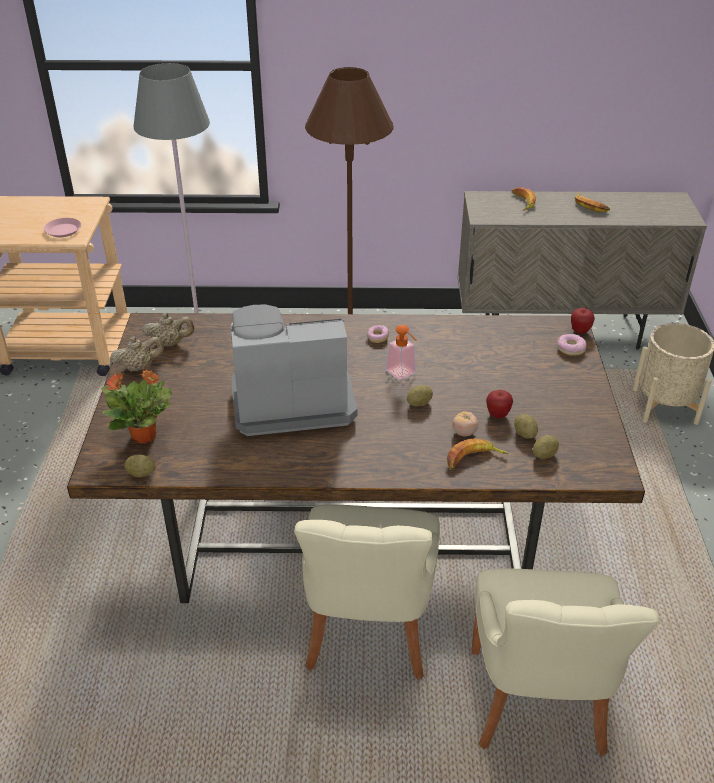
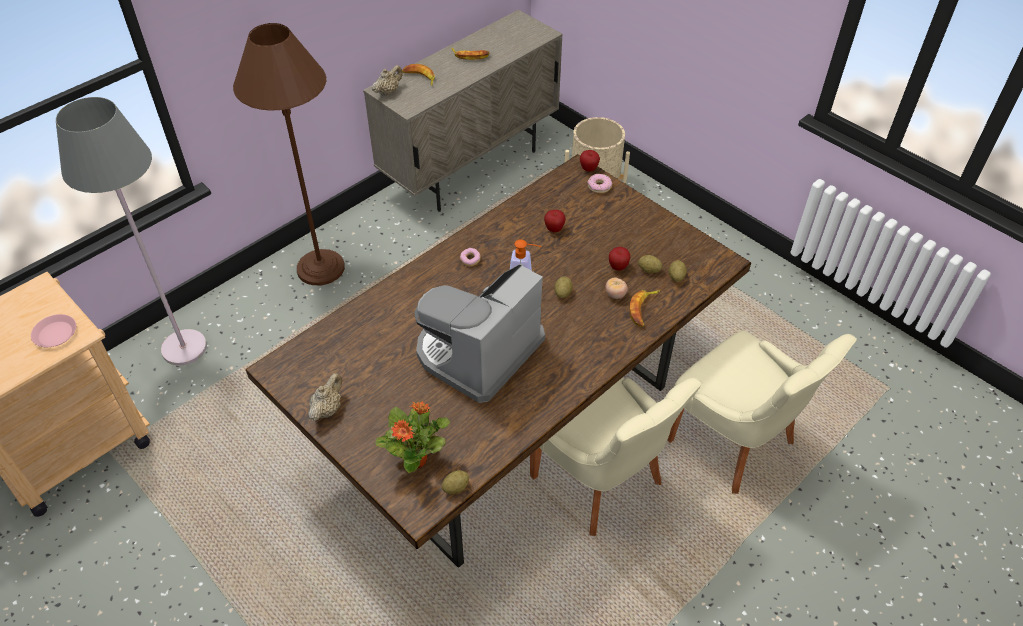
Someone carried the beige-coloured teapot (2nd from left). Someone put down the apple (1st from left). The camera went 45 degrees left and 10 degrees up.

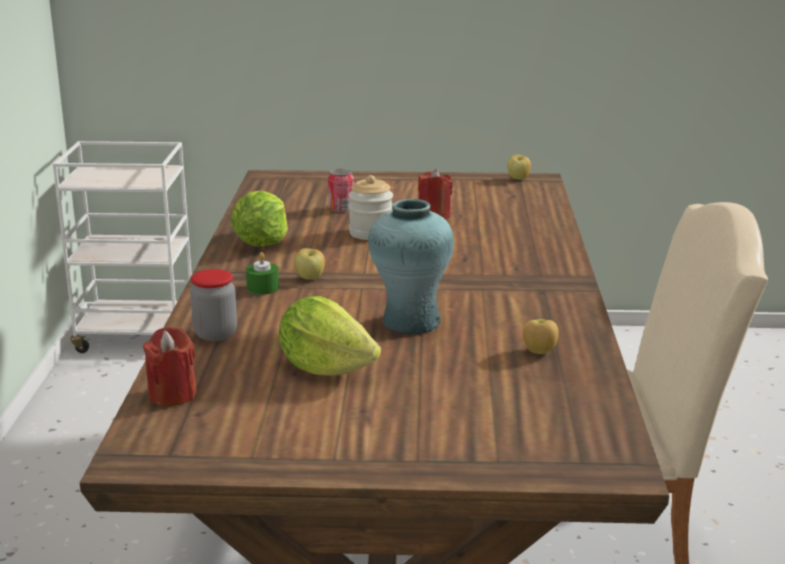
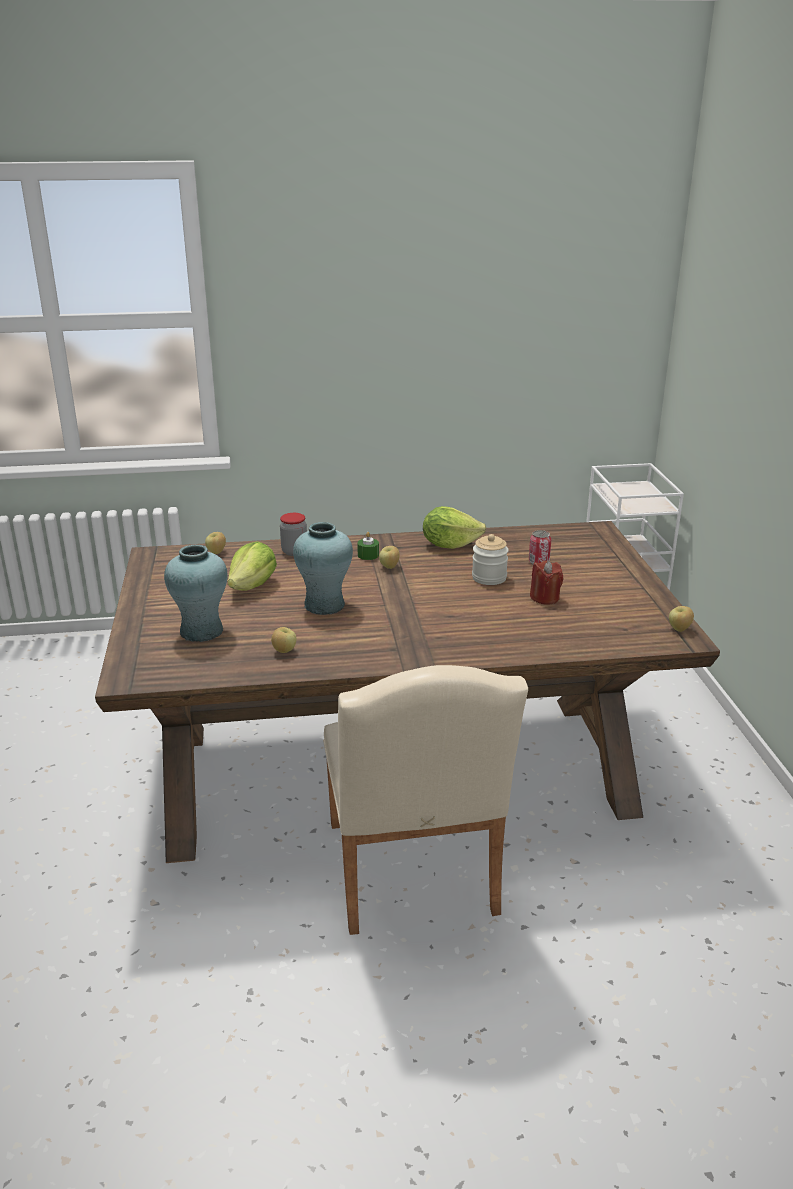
Someone swapped the reddish wax candle (1st from left) for the apple (1st from left). Someone put down the blue-green decorative vase (1st from left). The camera went 80 degrees right and 5 degrees up.

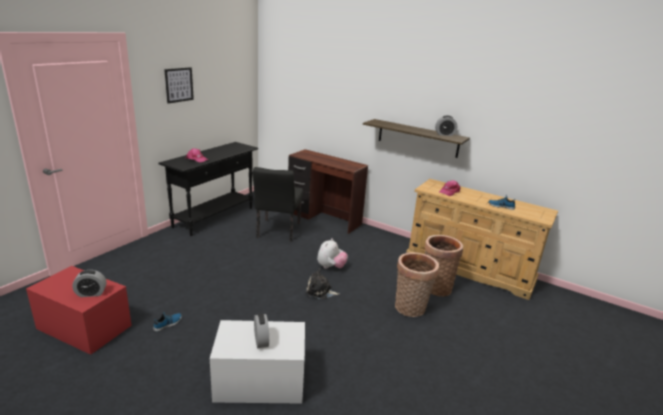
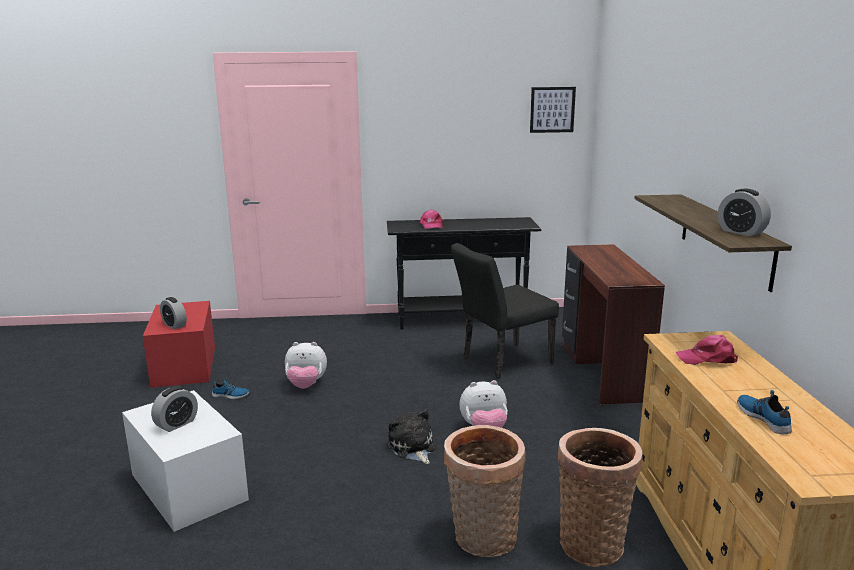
Someone carried the wall art. Someone put down the cuddly toy (1st from left). The camera went 55 degrees right and 5 degrees down.

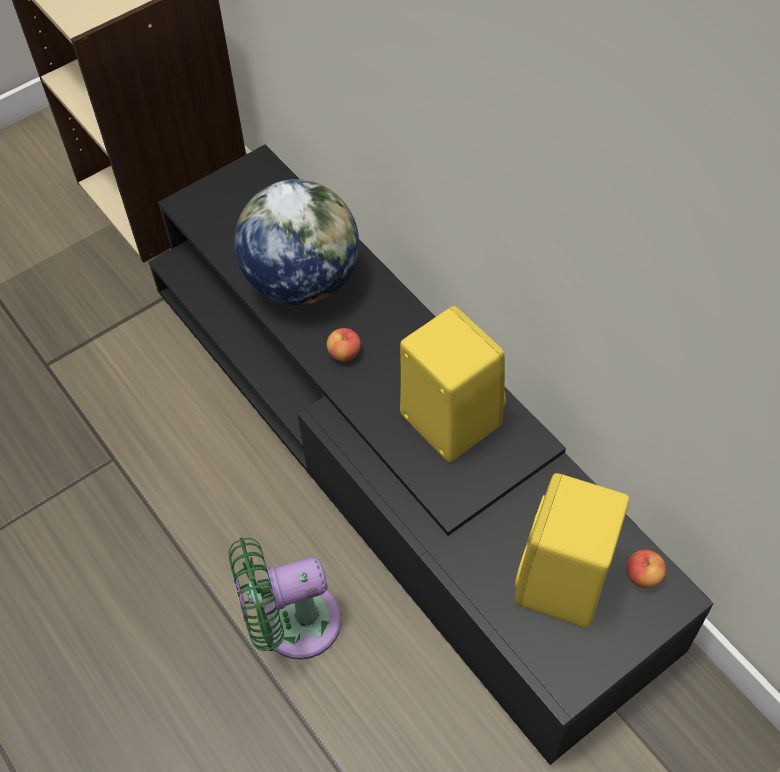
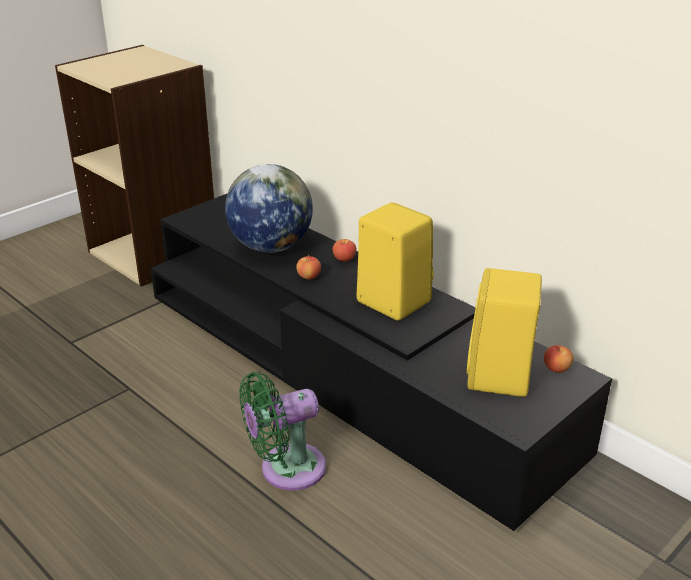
Someone put down the apple (2nd from left). The camera went 10 degrees left and 25 degrees down.

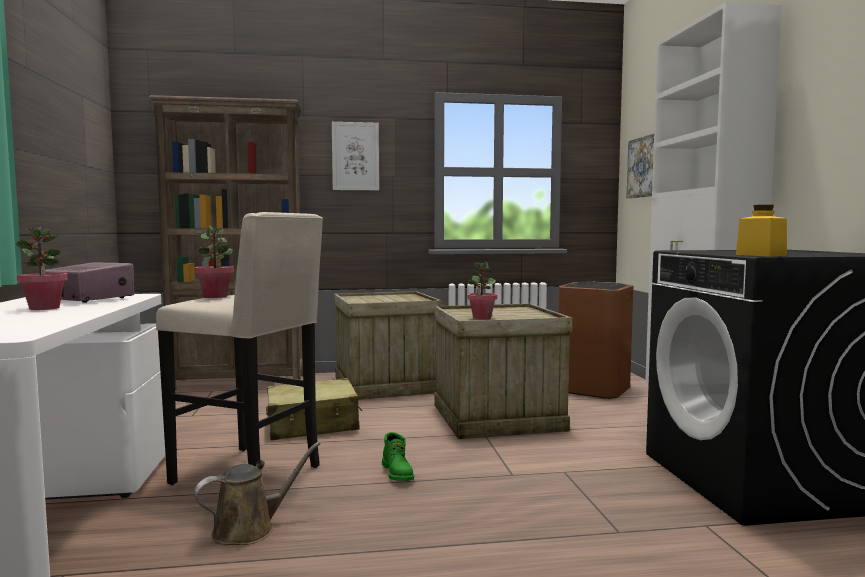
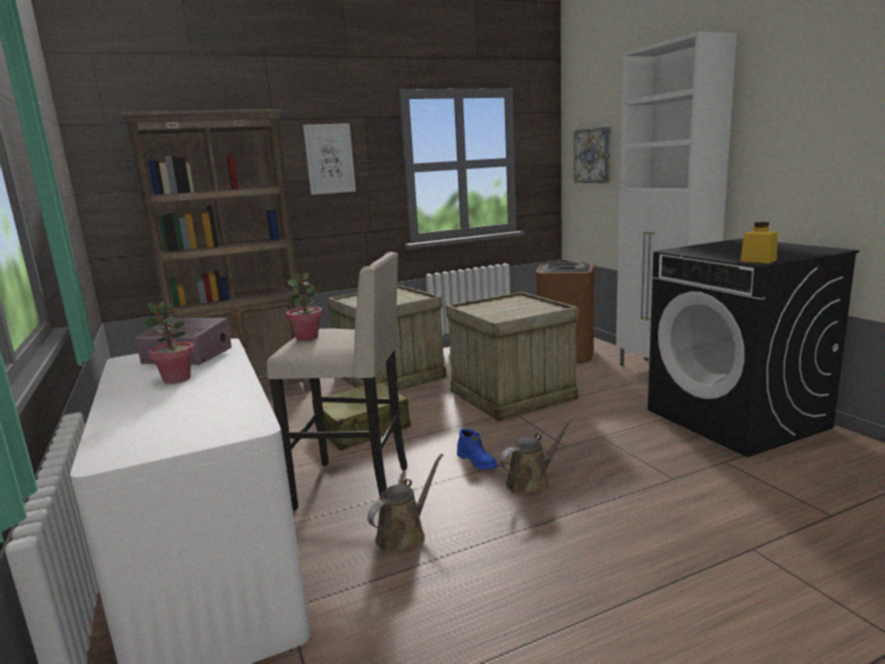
Someone took away the plant in a pot (3rd from left). Someone repainted the green-coloured tall boot, which became the blue tall boot. Someone put down the brown-coloured watering can (2nd from left). The camera went 15 degrees left and 10 degrees up.

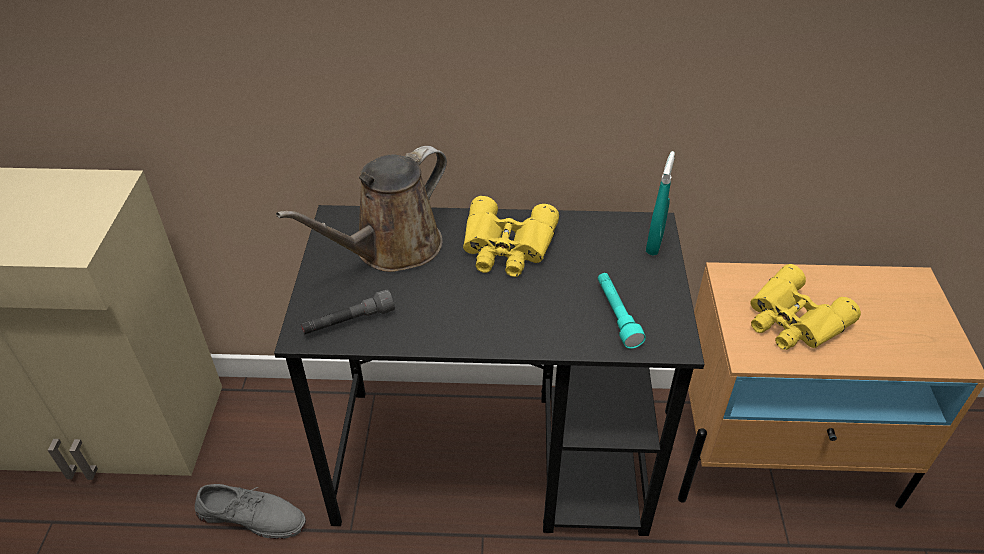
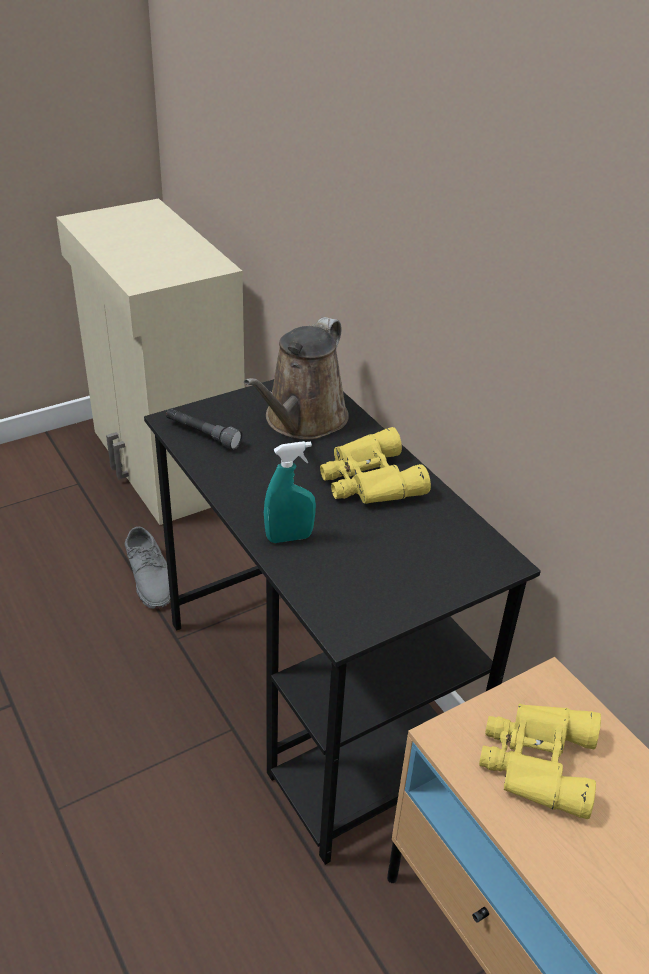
Someone rotated the brown-coloured watering can by 75 degrees counterclockwise. Someone carried the blue-green hand sprayer. Someone took away the blue-green hand torch. The camera went 55 degrees right and 5 degrees down.

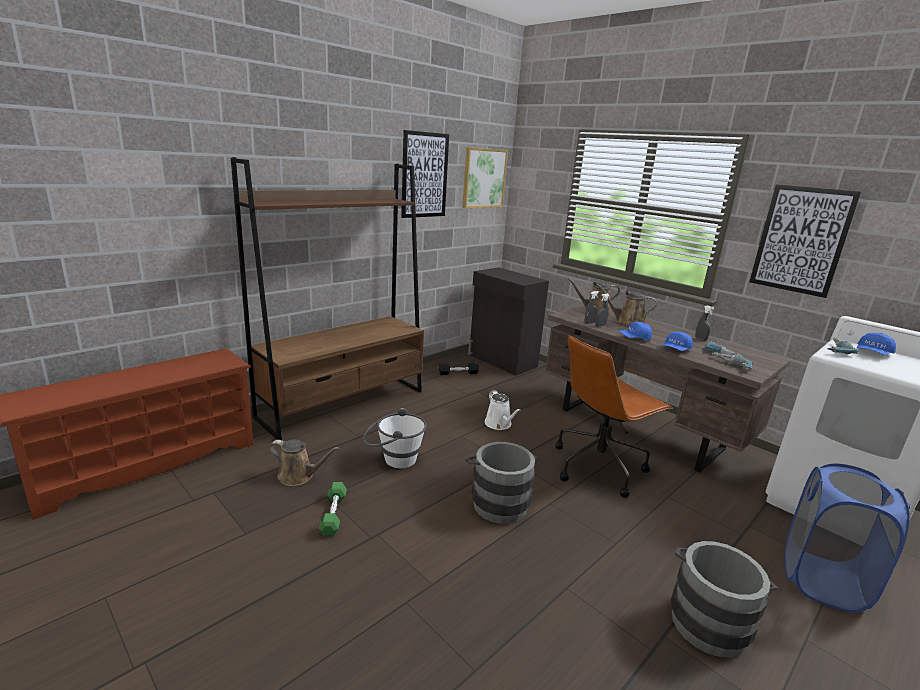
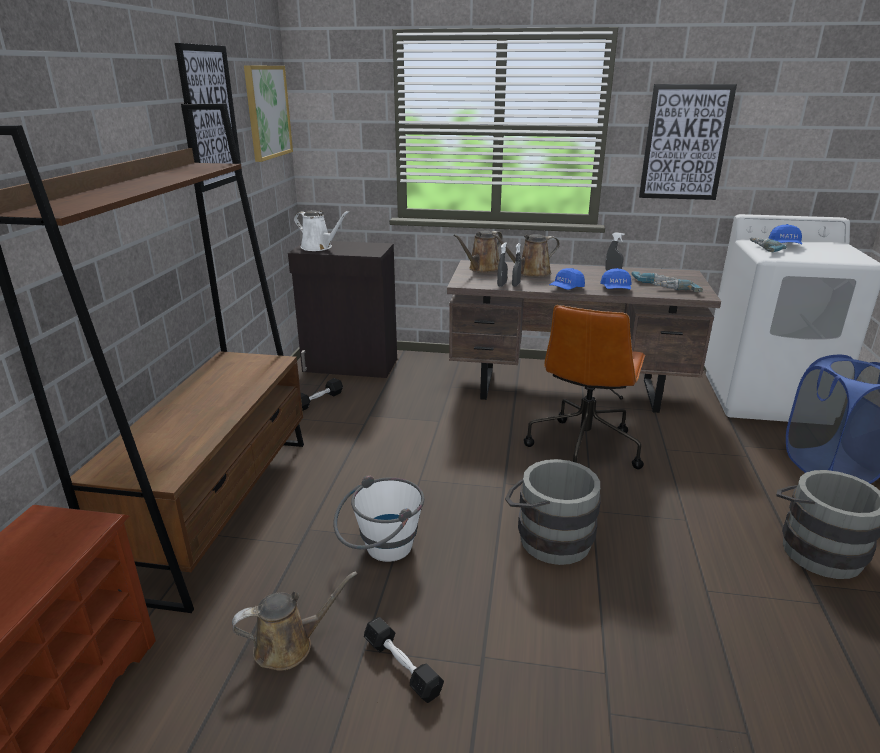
Someone carried the white watering can. Someone repainted the green-coloured dumbbell, which became the black-coloured dumbbell (2nd from left). The camera went 35 degrees left and 5 degrees up.

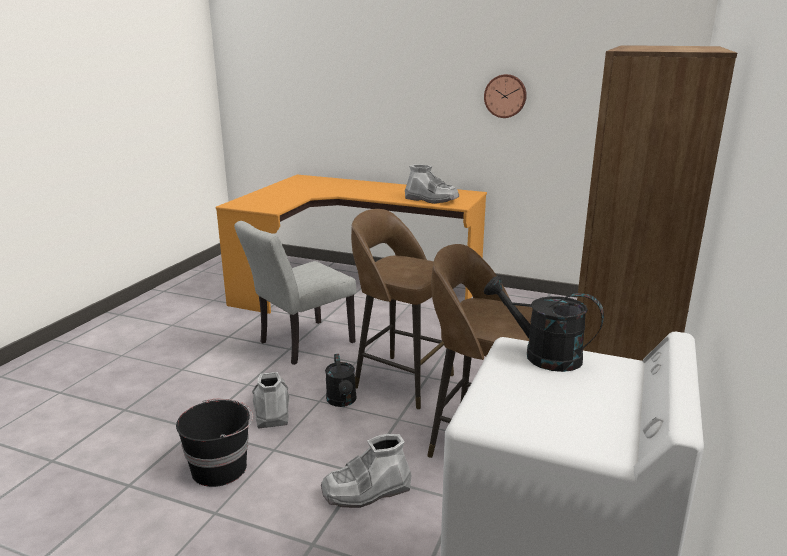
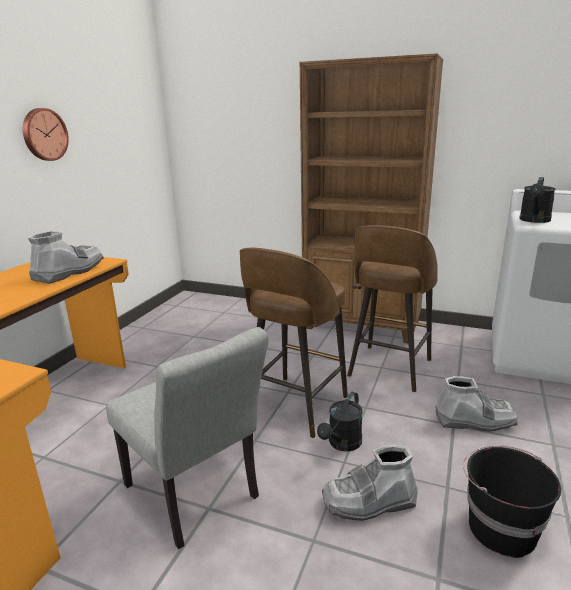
Someone rotated the black-coloured watering can (1st from left) by 135 degrees clockwise. Someone rotated the gray tall boot (2nd from left in the first image) by 60 degrees counterclockwise. The camera went 90 degrees left and 0 degrees up.

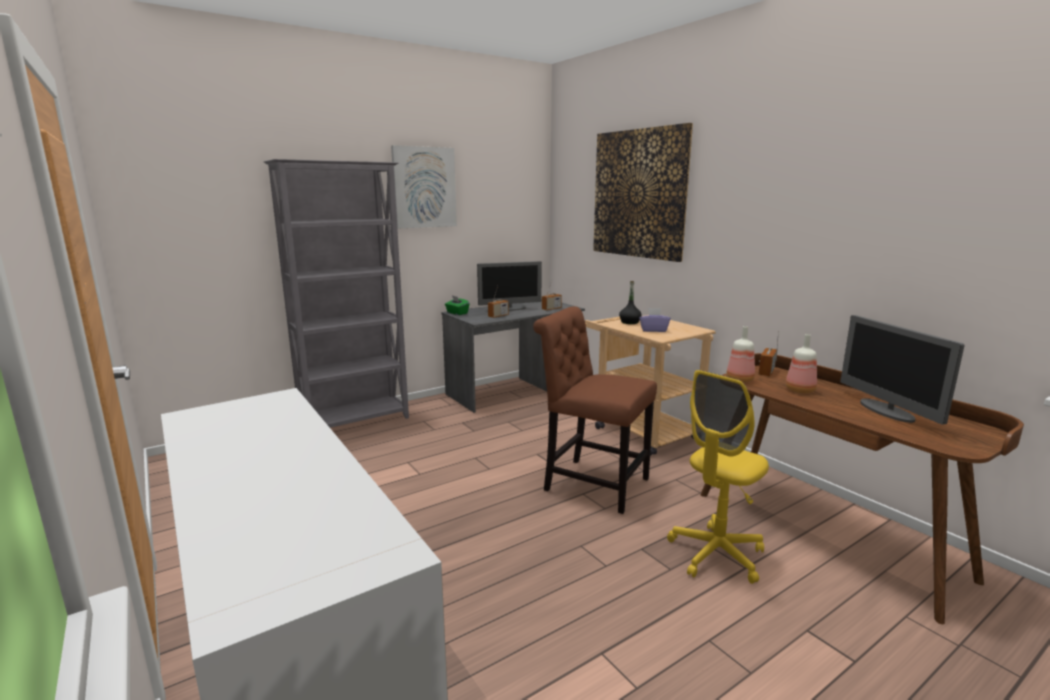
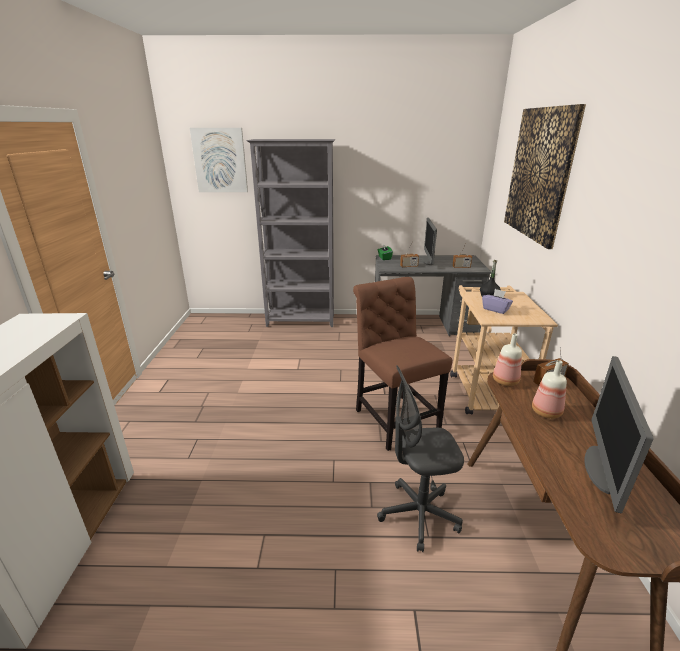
Someone carried the wall art (1st from left). Someone rotated the computer display (1st from left) by 75 degrees clockwise. Someone repainted the yellow-coloured desk chair, which became the gray desk chair. The camera went 35 degrees right and 10 degrees up.

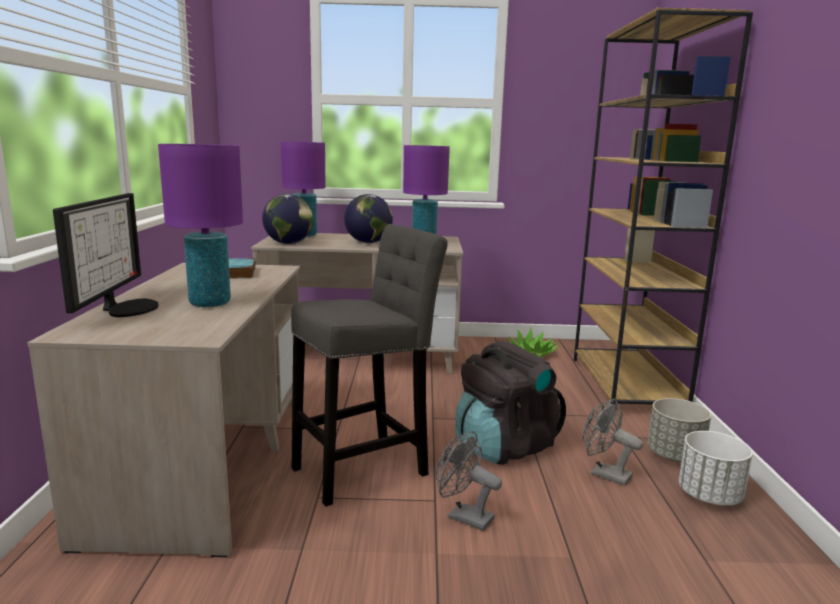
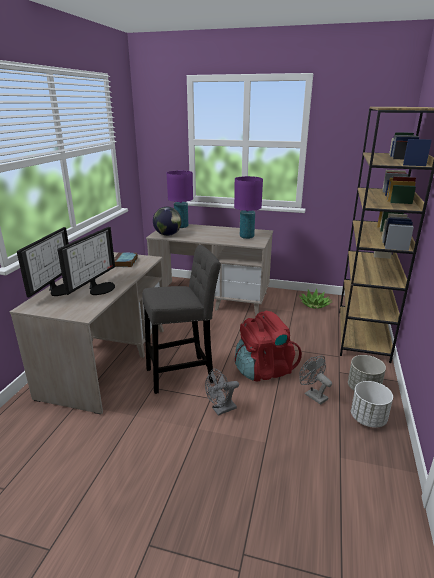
Someone swapped the purple-coloured tabletop lamp (1st from left) for the computer display (2nd from left). Someone took away the world globe (2nd from left). Someone repainted the black-coloured knapsack, which became the reddish knapsack. Someone rotated the gray fan (1st from left) by 75 degrees counterclockwise. The camera went 15 degrees right and 10 degrees up.

